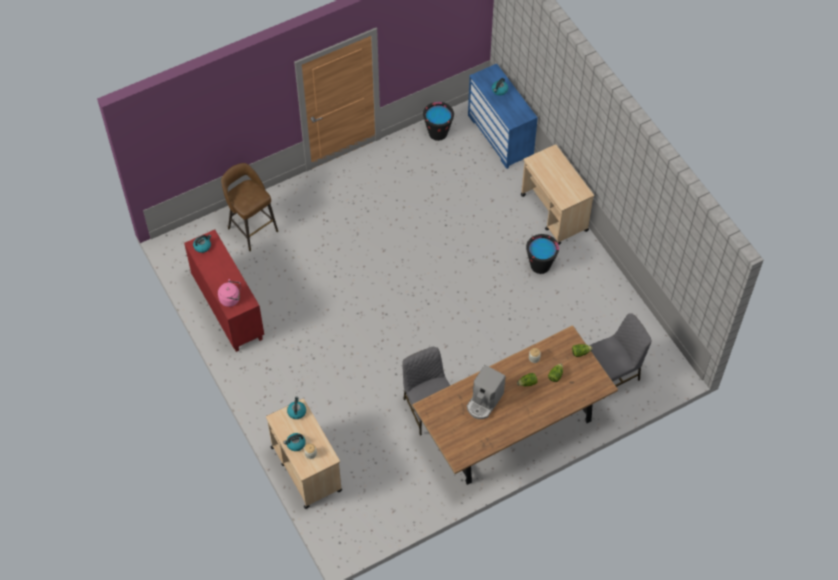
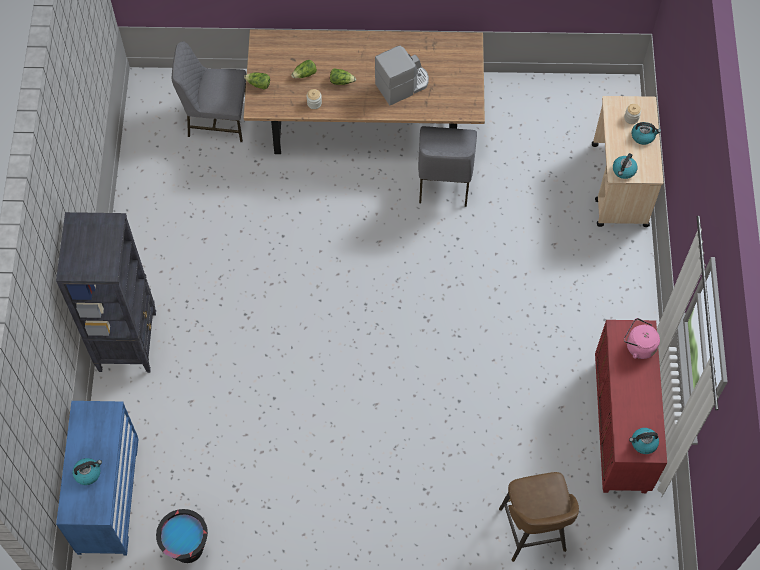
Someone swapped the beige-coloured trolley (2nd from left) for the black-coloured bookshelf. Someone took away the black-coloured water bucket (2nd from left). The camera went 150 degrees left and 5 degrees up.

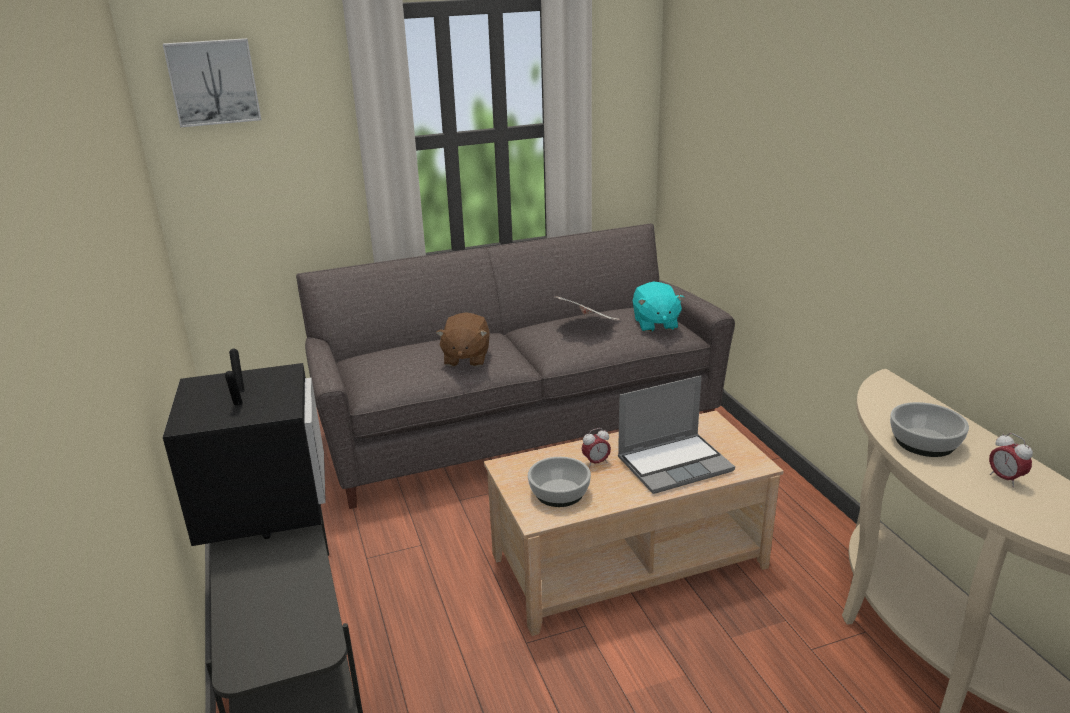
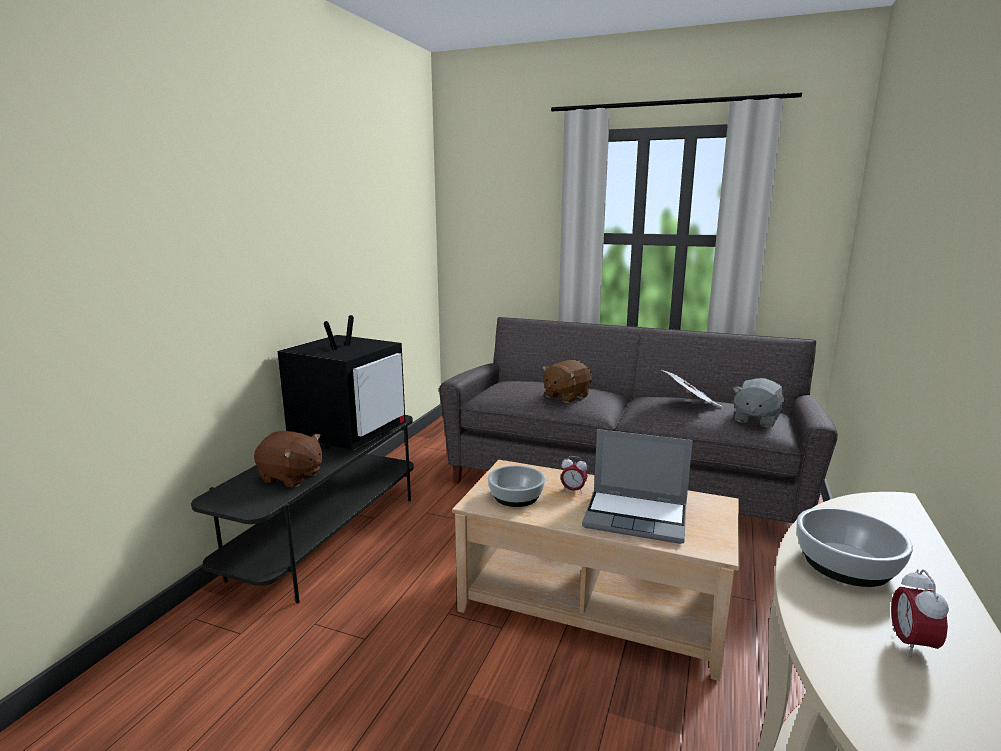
Someone took away the wall art. Someone repainted the blue-green cuddly toy, which became the gray cuddly toy. Someone put down the brown-coloured cuddly toy (1st from left). The camera went 40 degrees right and 10 degrees down.

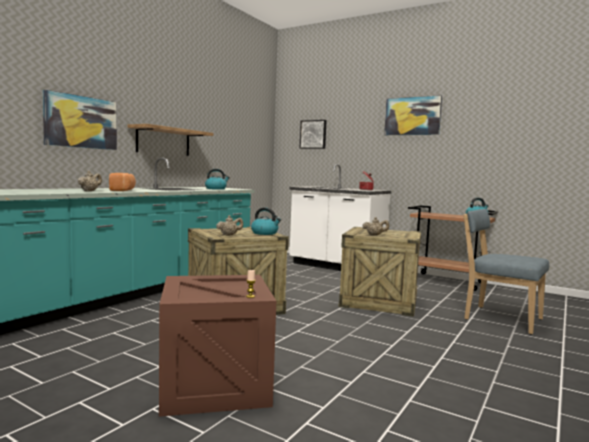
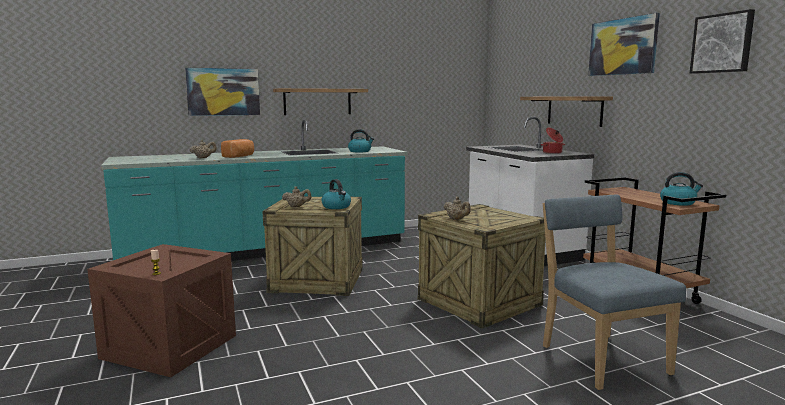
Someone carried the wall art (2nd from left in the first image). Someone put up the bracket shelf (2nd from left). The camera went 35 degrees right and 5 degrees up.

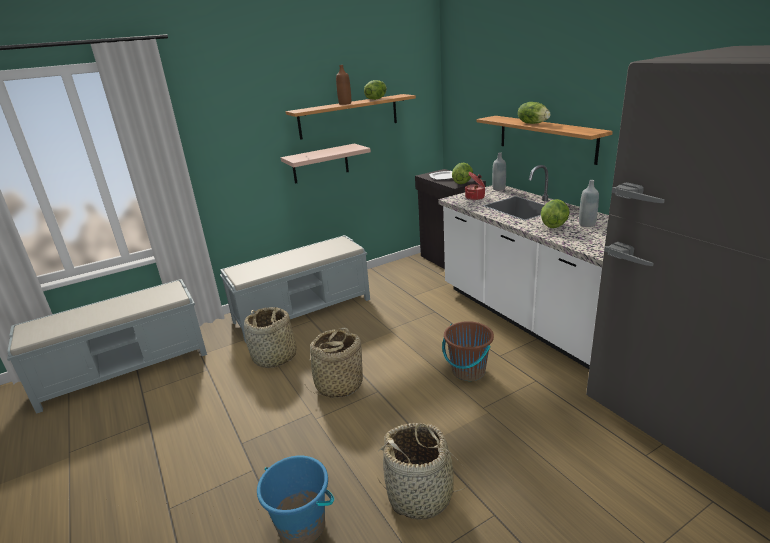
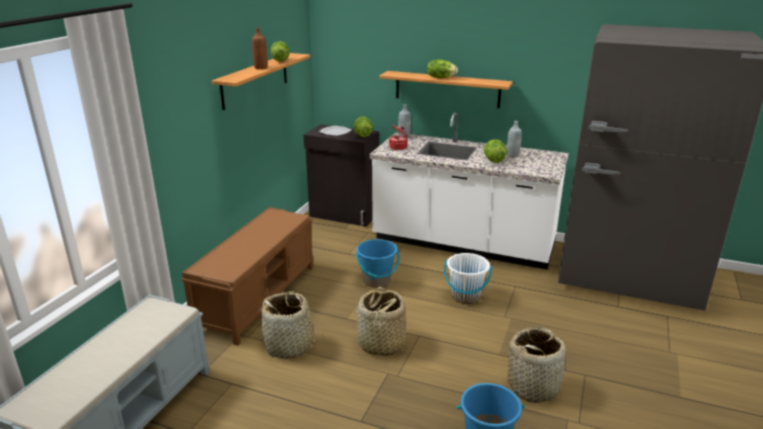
Someone took away the bracket shelf (1st from left). Someone repainted the gray bench (2nd from left), which became the brown-coloured bench. Someone repainted the brown-coloured water bucket, which became the white water bucket. Someone put down the blue water bucket (1st from left). The camera went 40 degrees left and 0 degrees up.

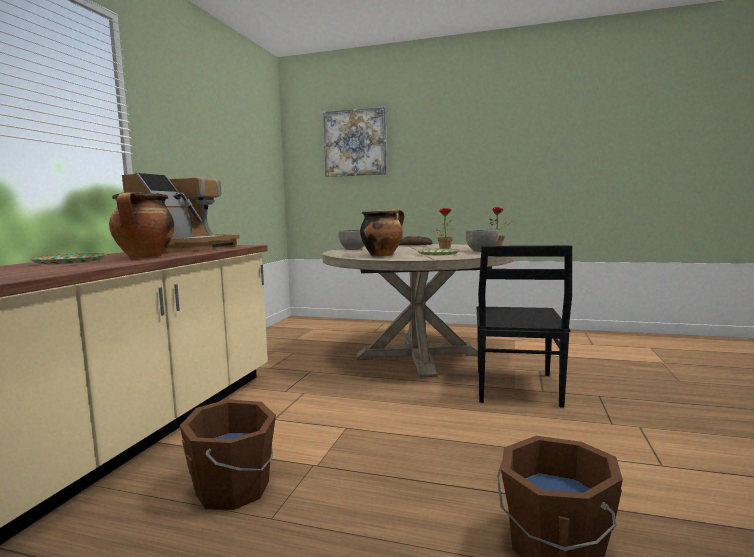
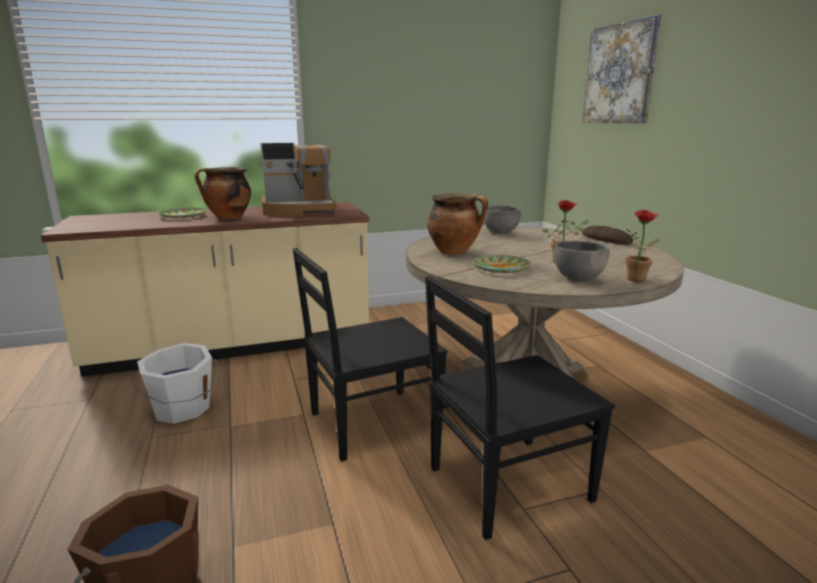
Someone repainted the brown-coloured water bucket (1st from left), which became the white water bucket. Someone put down the black-coloured plain chair (1st from left). The camera went 55 degrees right and 10 degrees up.

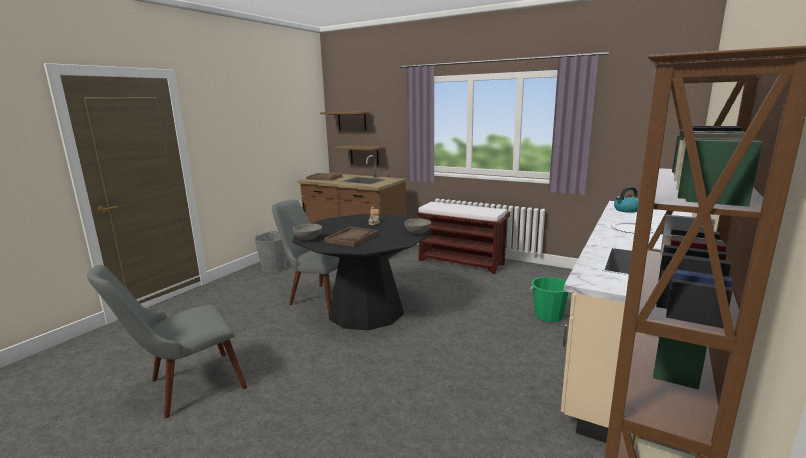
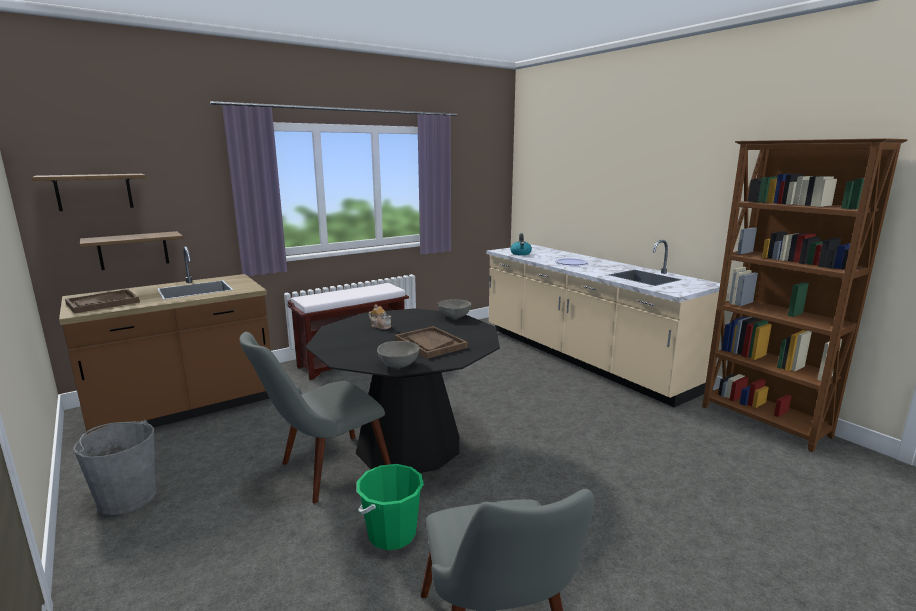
Someone carried the green-coloured water bucket. The camera went 65 degrees left and 0 degrees up.

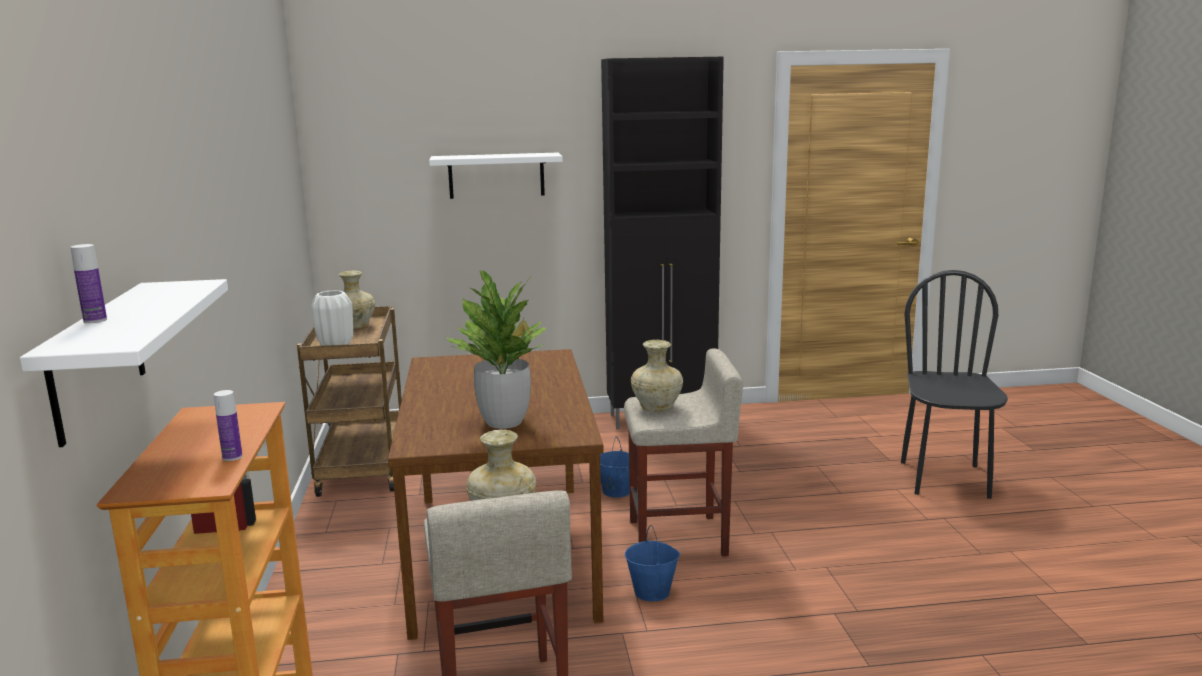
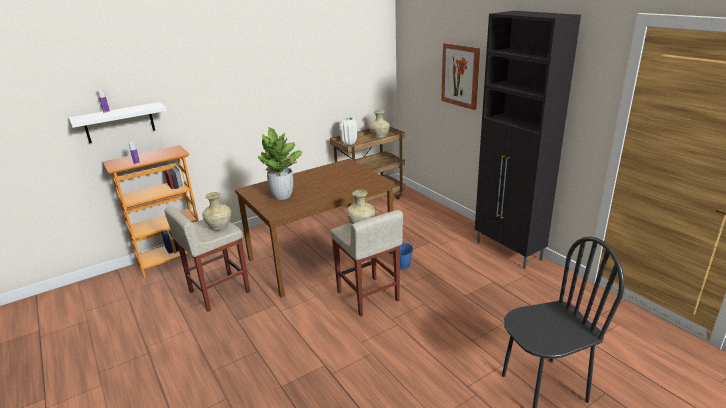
Someone swapped the white bracket shelf (2nd from left) for the wall art. Someone took away the blue water bucket (2nd from left). The camera went 65 degrees right and 10 degrees up.

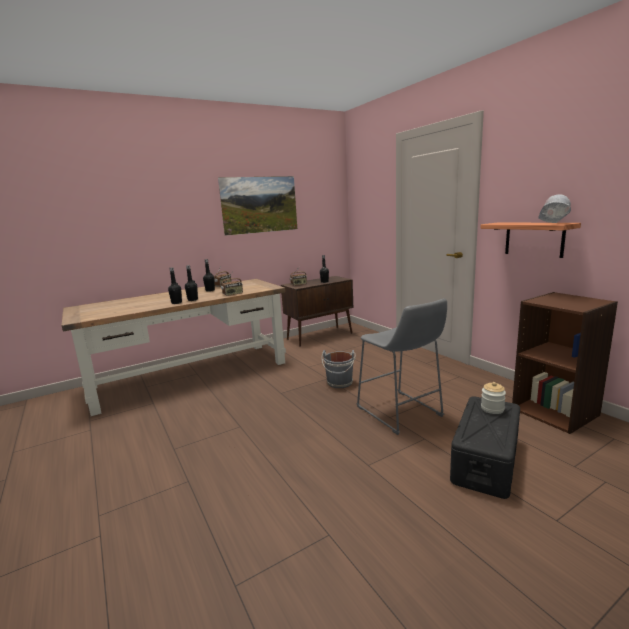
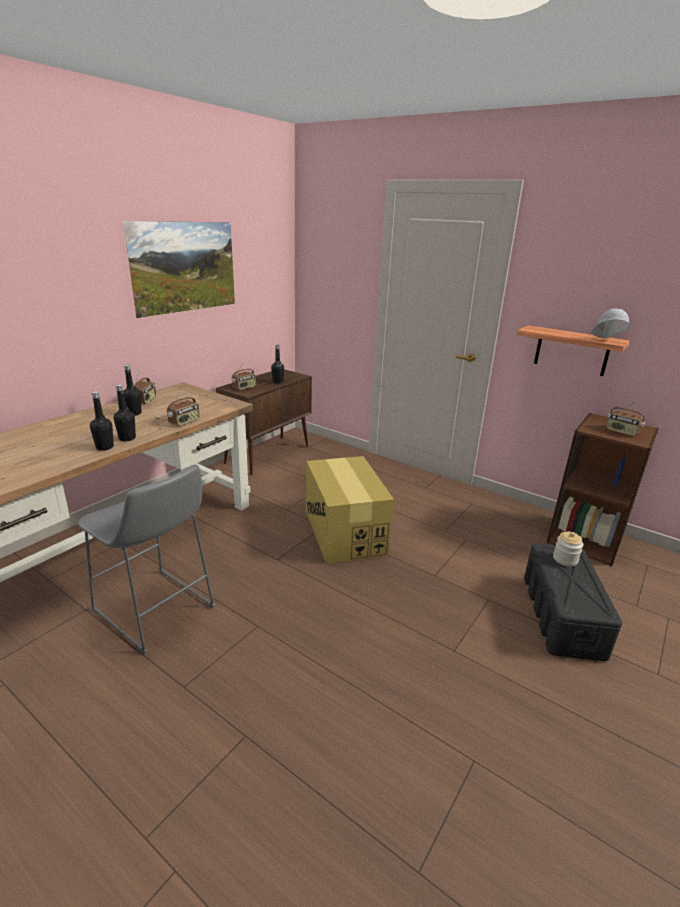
Someone carried the gray stool seat. Someone swapped the gray water bucket for the carton. Someone put down the radio (4th from left). The camera went 25 degrees left and 10 degrees up.

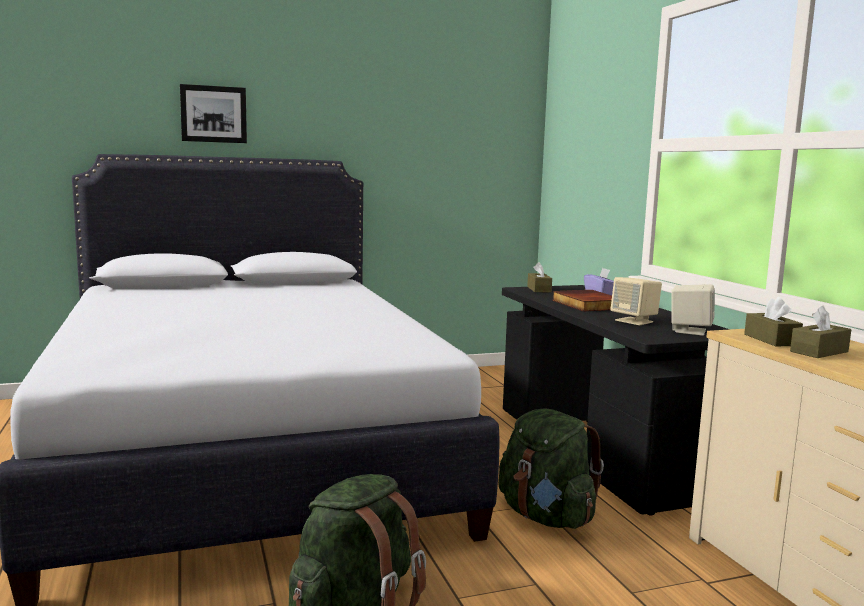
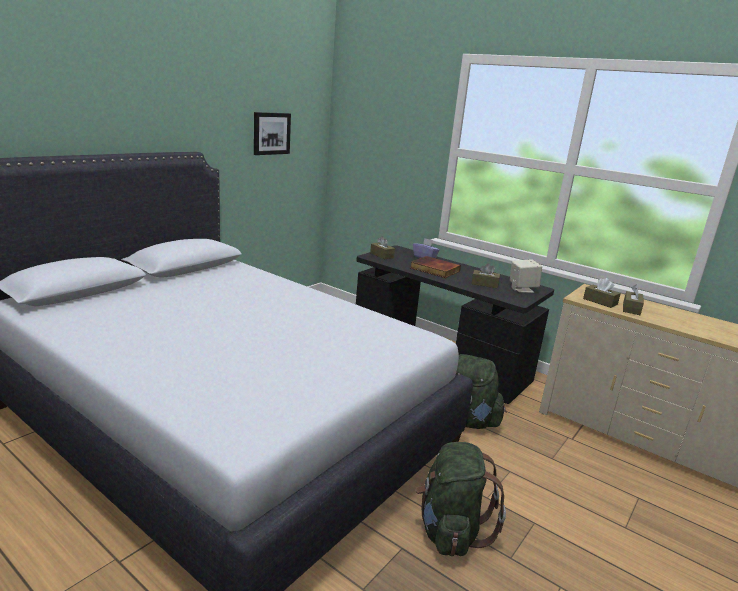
Someone carried the wall art. Someone swapped the beige-coloured speaker (1st from left) for the brown-coloured tissue box (2nd from left). The camera went 35 degrees left and 10 degrees up.

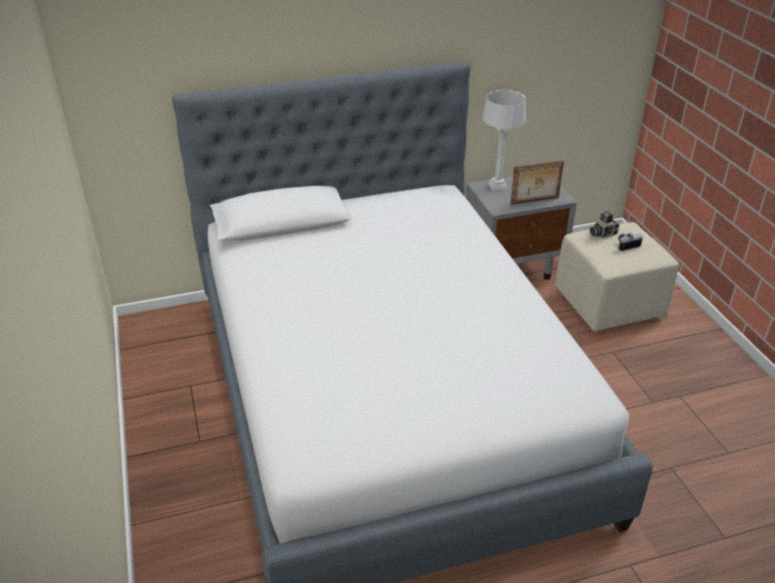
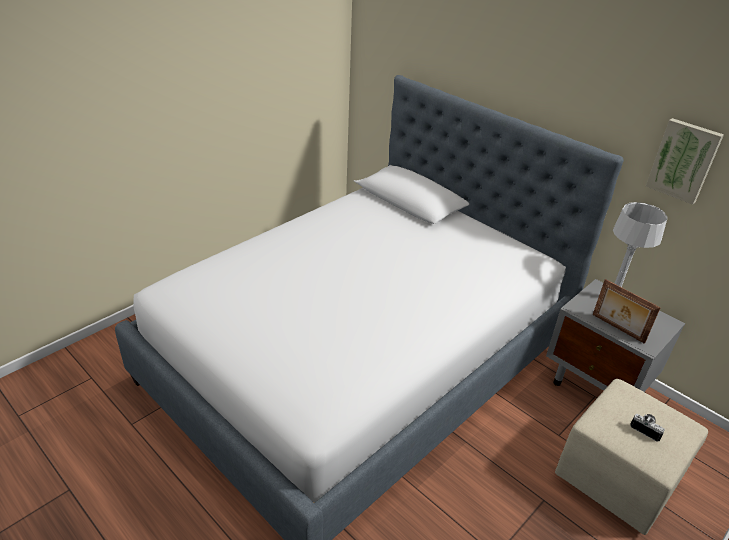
Someone took away the photo camera (1st from left). Someone put up the wall art. The camera went 60 degrees right and 0 degrees up.

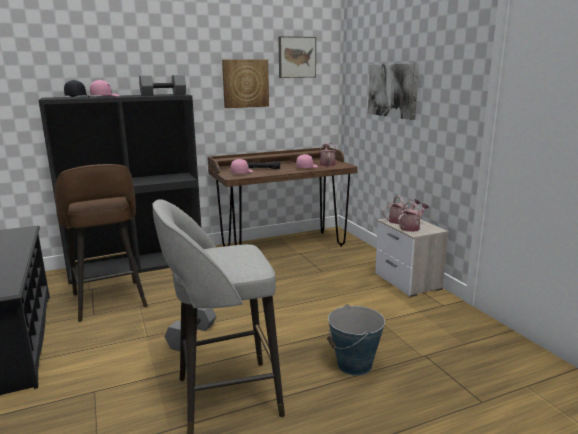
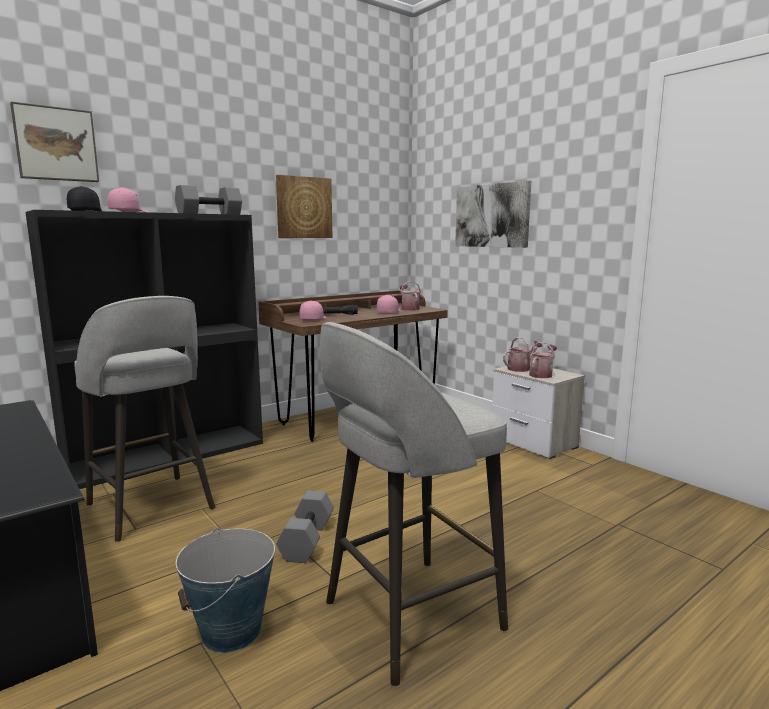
Someone carried the wall art (2nd from left in the first image). Someone repainted the brown-coloured stool seat, which became the gray stool seat (1st from left). Someone carried the water bucket. The camera went 15 degrees left and 5 degrees down.

